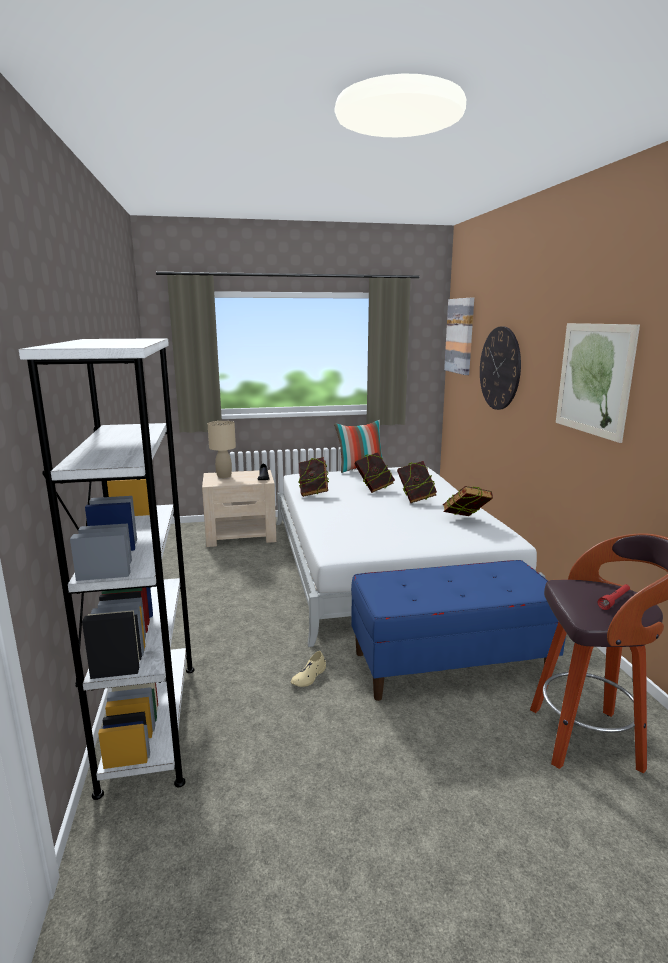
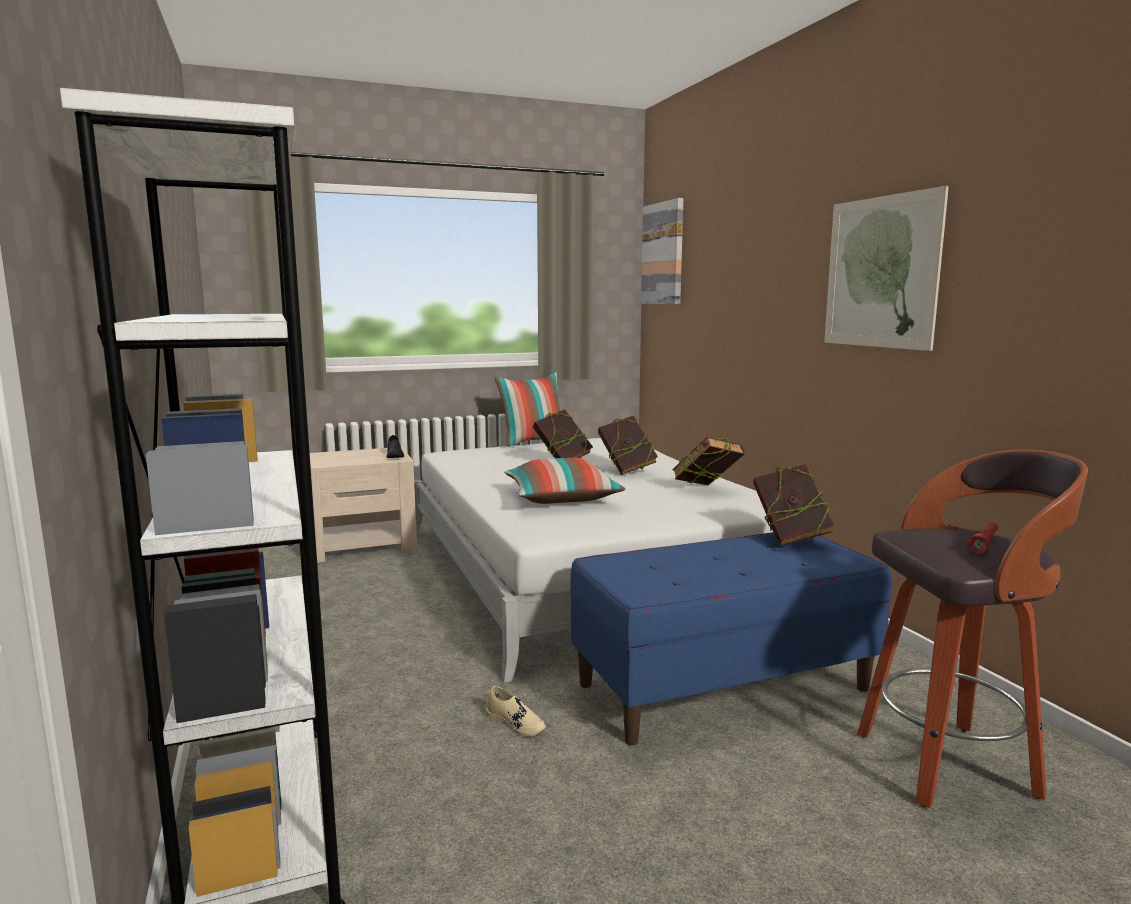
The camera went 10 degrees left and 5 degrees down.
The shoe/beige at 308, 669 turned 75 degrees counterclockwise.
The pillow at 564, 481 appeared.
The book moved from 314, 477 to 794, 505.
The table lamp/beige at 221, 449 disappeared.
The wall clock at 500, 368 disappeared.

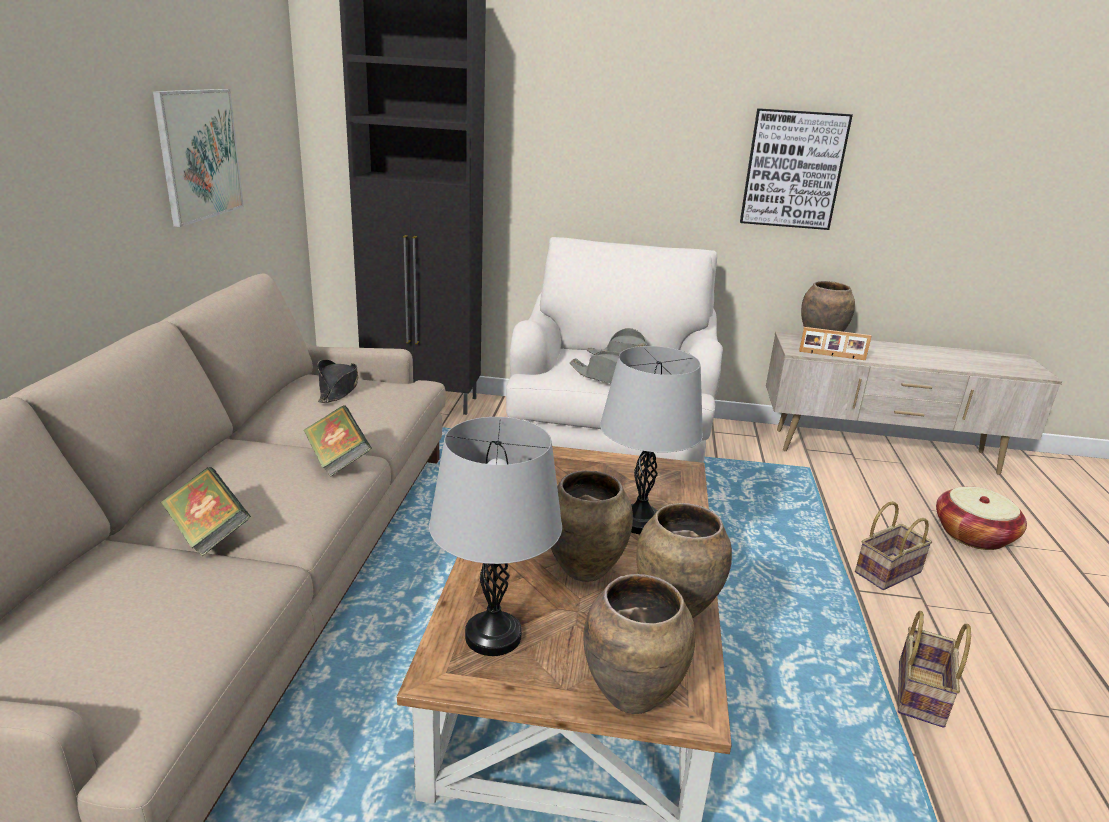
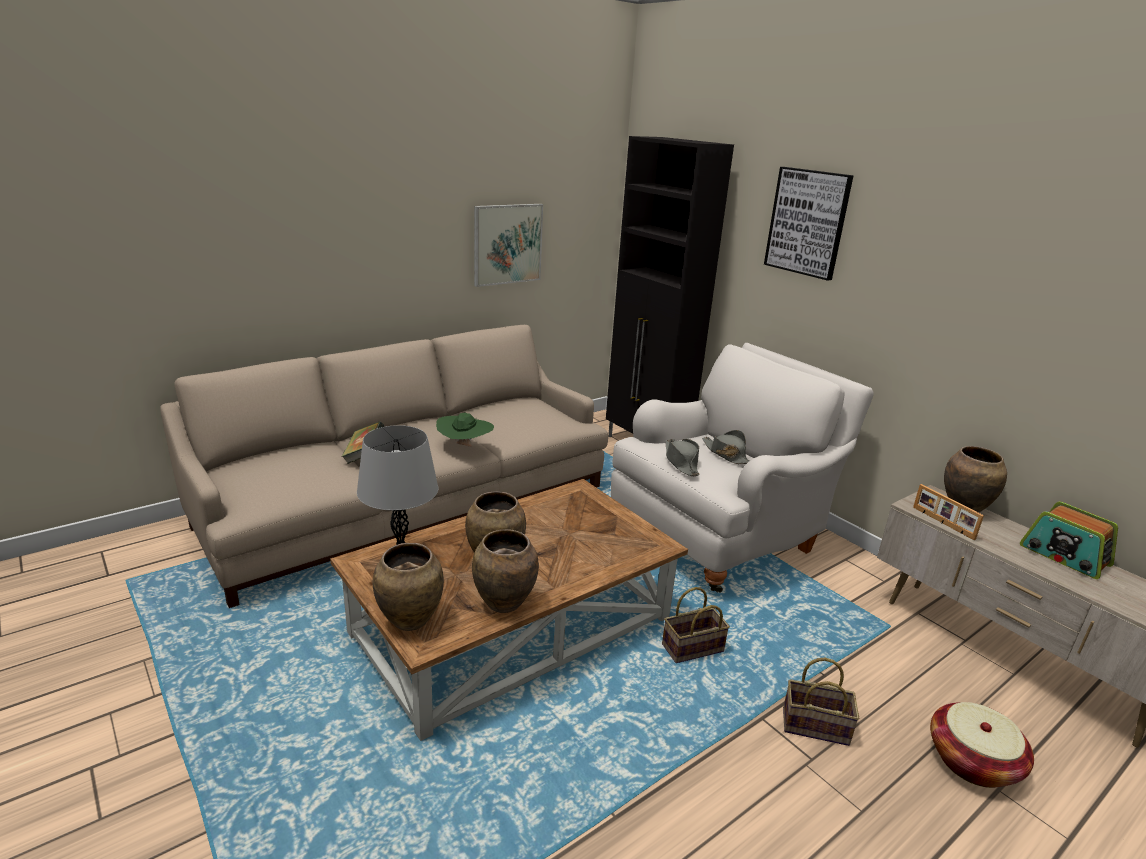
The camera went 45 degrees right and 0 degrees up.
The book at 337, 441 was replaced by the hat/green at 465, 429.
The basket moved from 934, 669 to 696, 625.
The picture moved from 796, 169 to 809, 224.
The radio at 1069, 540 appeared.
The hat/black at 337, 381 disappeared.
The table lamp/grey at 651, 440 disappeared.

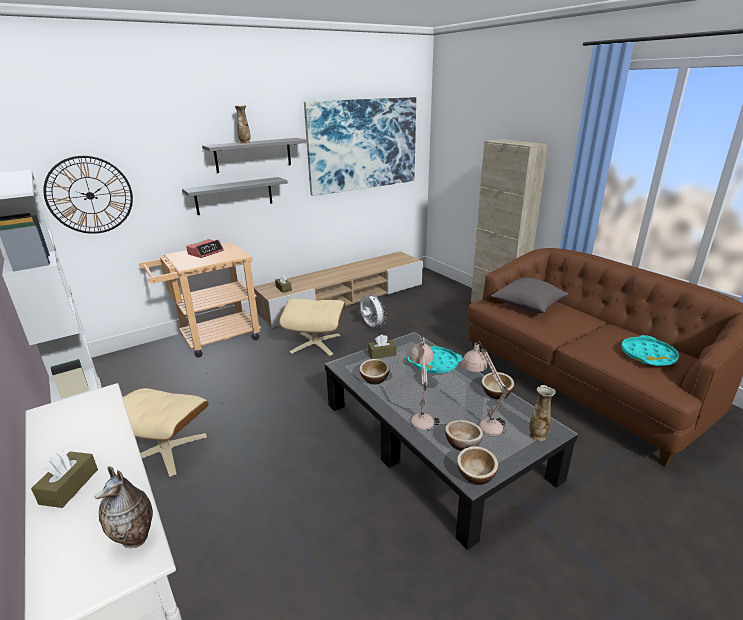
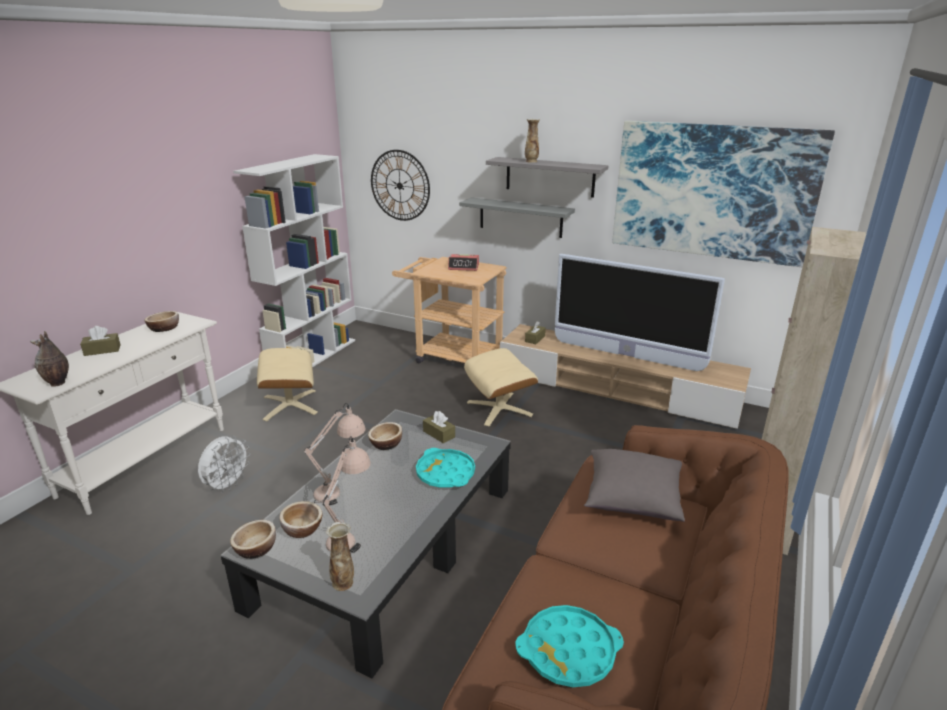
The camera went 60 degrees right and 0 degrees up.
The bowl moved from 497, 385 to 161, 321.
The fan/white moved from 373, 310 to 224, 464.
The television at 640, 312 appeared.

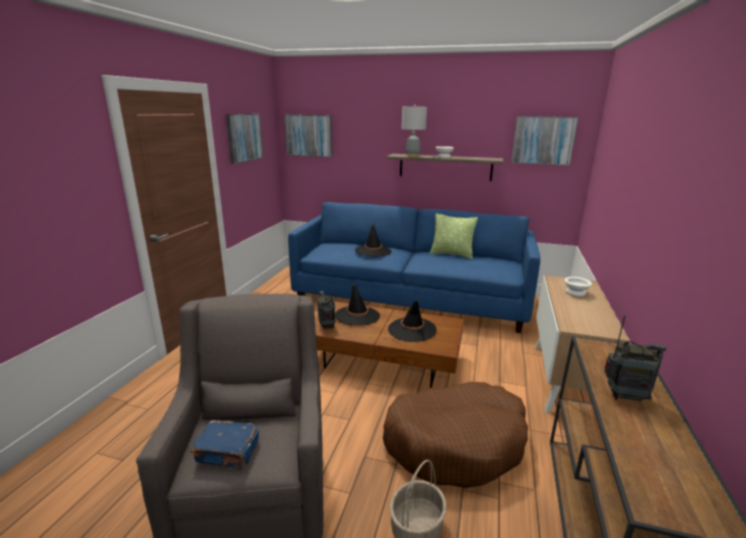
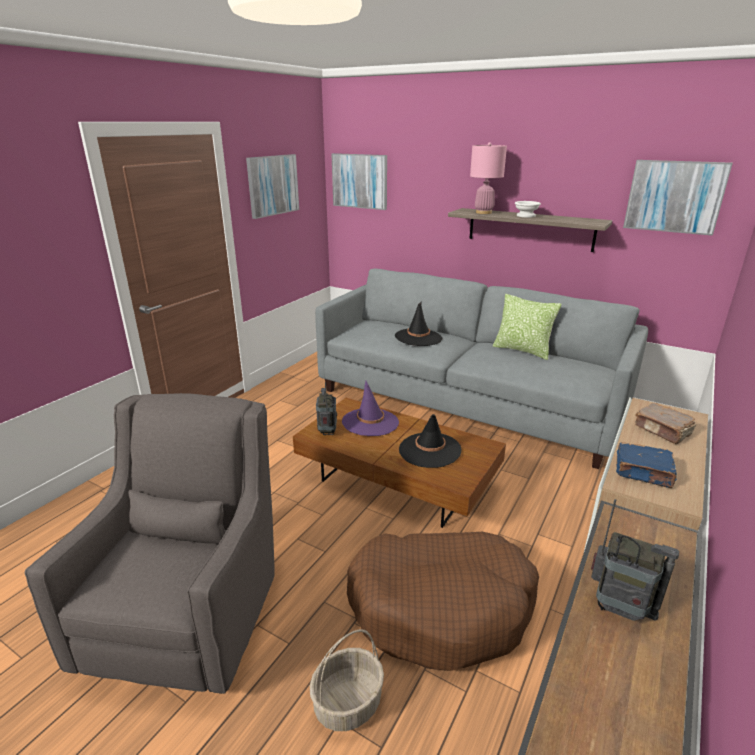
The camera went 15 degrees right and 5 degrees up.
The sofa/blue at 414, 267 became the sofa/grey at 481, 369.
The hat/black at 357, 304 became the hat/purple at 370, 408.
The table lamp/grey at 414, 130 became the table lamp/pink at 488, 178.
The book/blue moved from 224, 444 to 646, 465.
The bowl/white at 578, 287 was replaced by the book/brown at 665, 423.

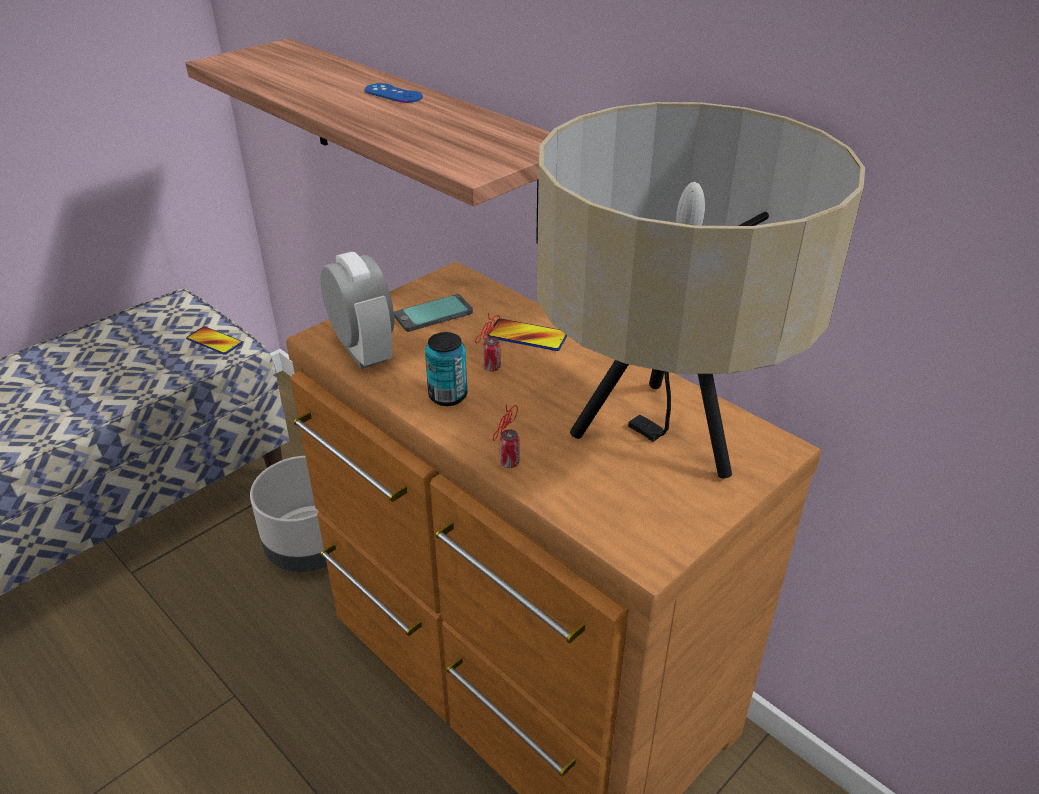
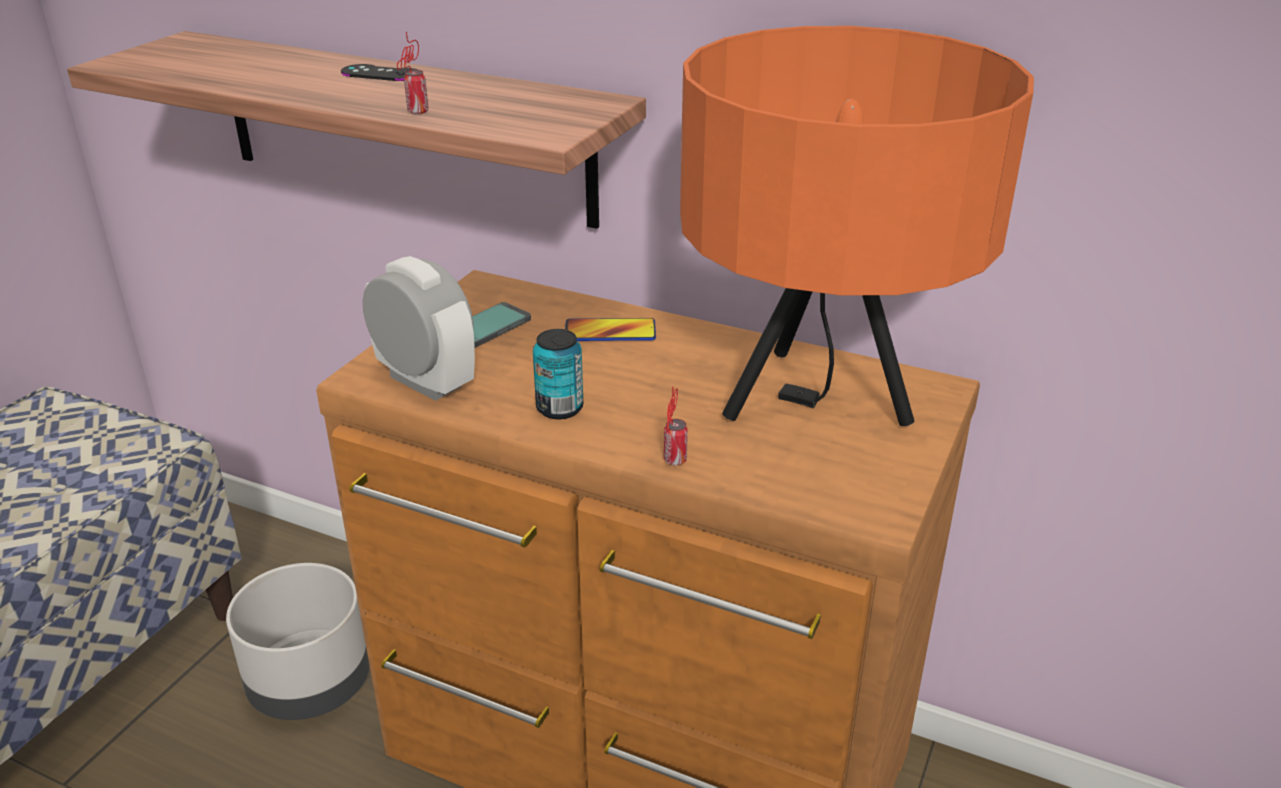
The camera went 20 degrees left and 5 degrees down.
The game controller/blue at 394, 93 became the game controller/black at 379, 72.
The can moved from 488, 342 to 413, 73.
The table lamp/beige at 701, 290 became the table lamp/orange at 857, 226.
The phone at 214, 341 disappeared.

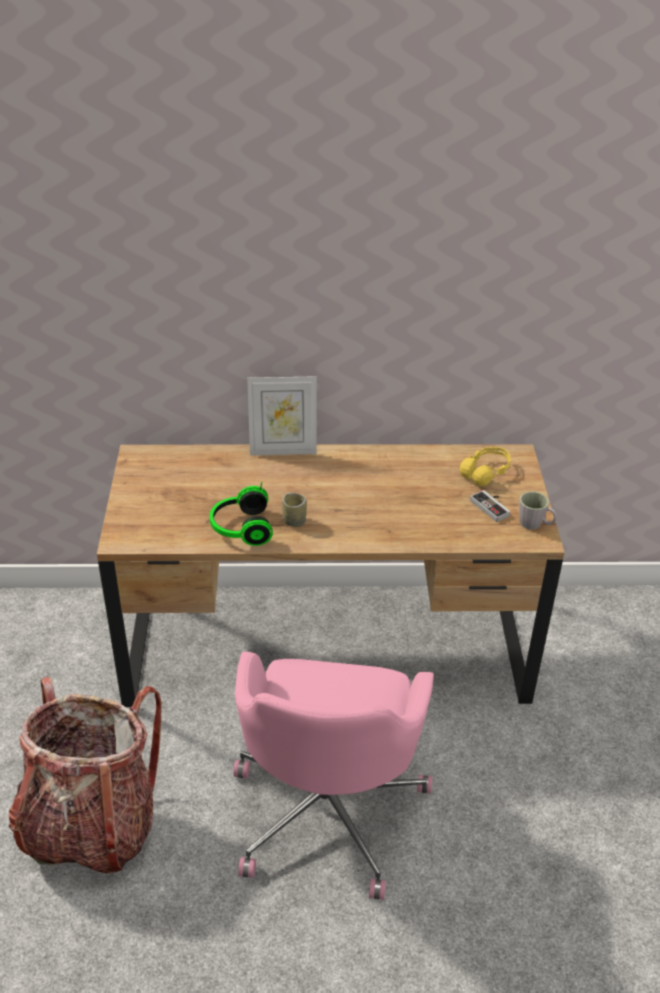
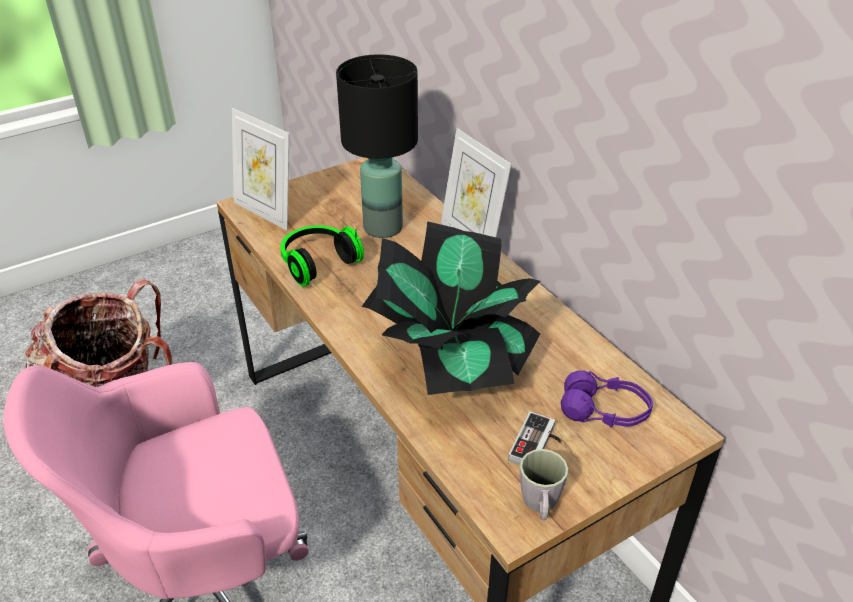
The camera went 60 degrees right and 0 degrees up.
The picture frame at 260, 169 appeared.
The table lamp/black at 377, 146 appeared.
The potted plant at 451, 308 appeared.
The headphones/yellow at 485, 466 became the headphones/purple at 607, 399.
The cup at 294, 510 disappeared.

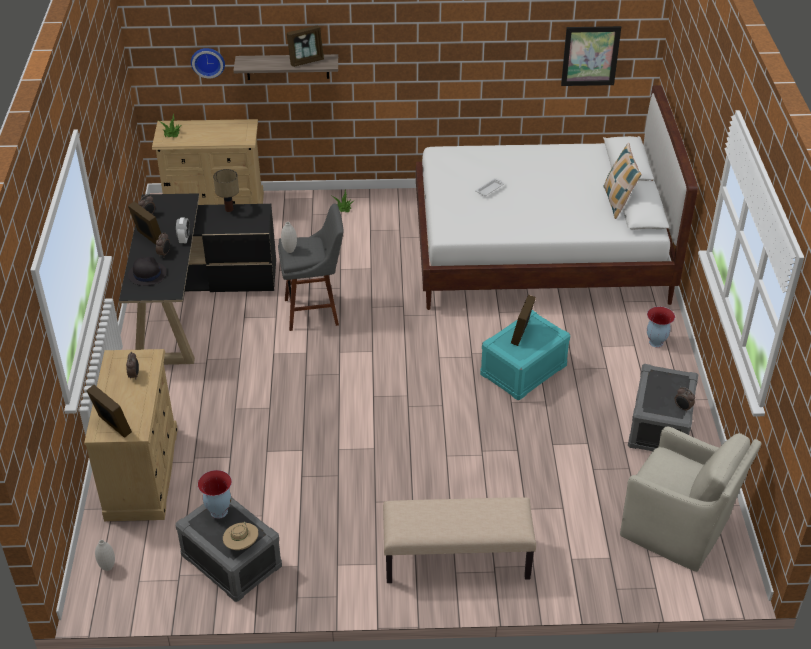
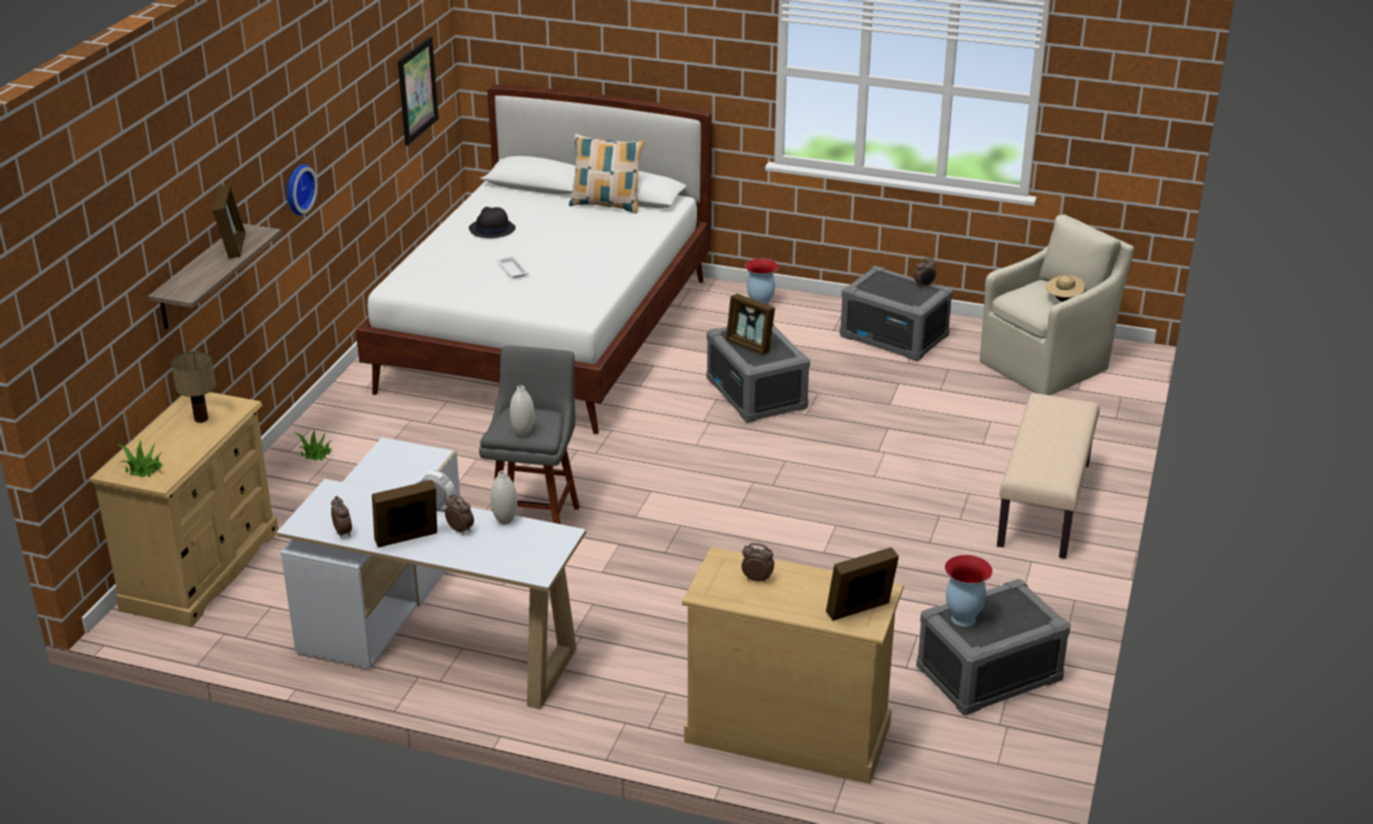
The camera went 70 degrees left and 10 degrees down.
The table lamp moved from 226, 190 to 193, 387.
The desk/black at 197, 279 became the desk/white at 431, 573.
The wall clock moved from 208, 63 to 302, 189.
The hat/black moved from 147, 271 to 492, 222.
The vase/white moved from 105, 555 to 503, 498.
The storage box/turquoise at 525, 355 became the storage box/grey at 758, 373.
The hat/beige moved from 241, 535 to 1065, 288.

